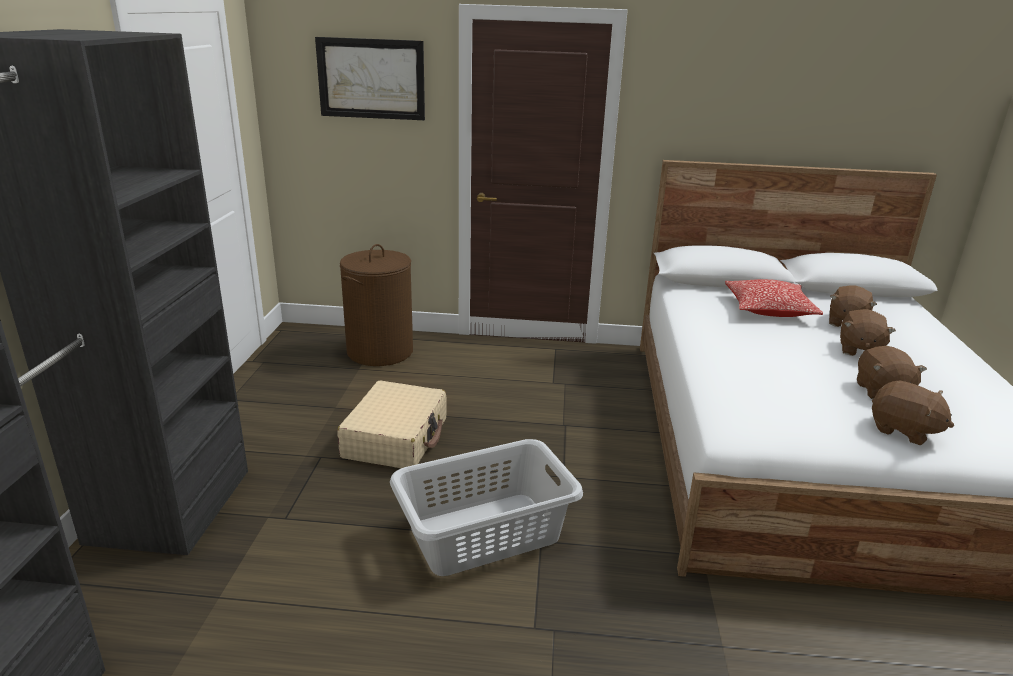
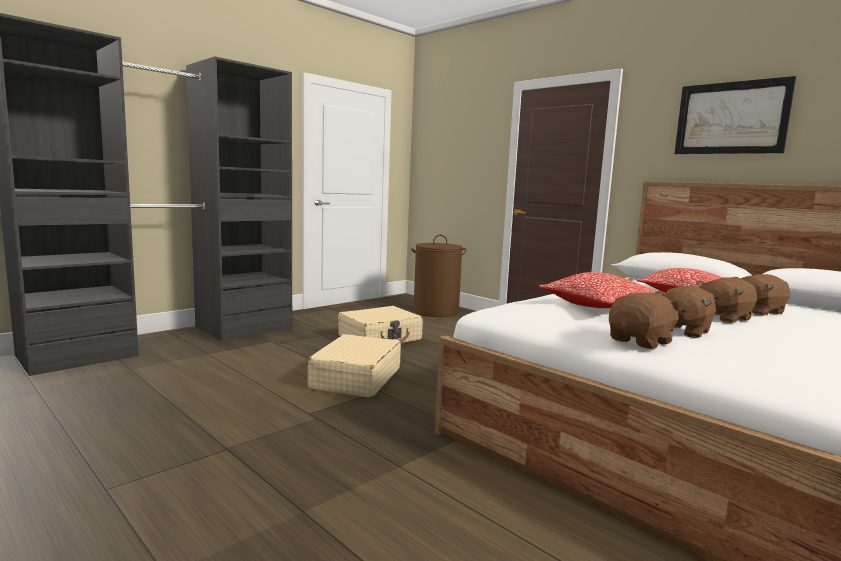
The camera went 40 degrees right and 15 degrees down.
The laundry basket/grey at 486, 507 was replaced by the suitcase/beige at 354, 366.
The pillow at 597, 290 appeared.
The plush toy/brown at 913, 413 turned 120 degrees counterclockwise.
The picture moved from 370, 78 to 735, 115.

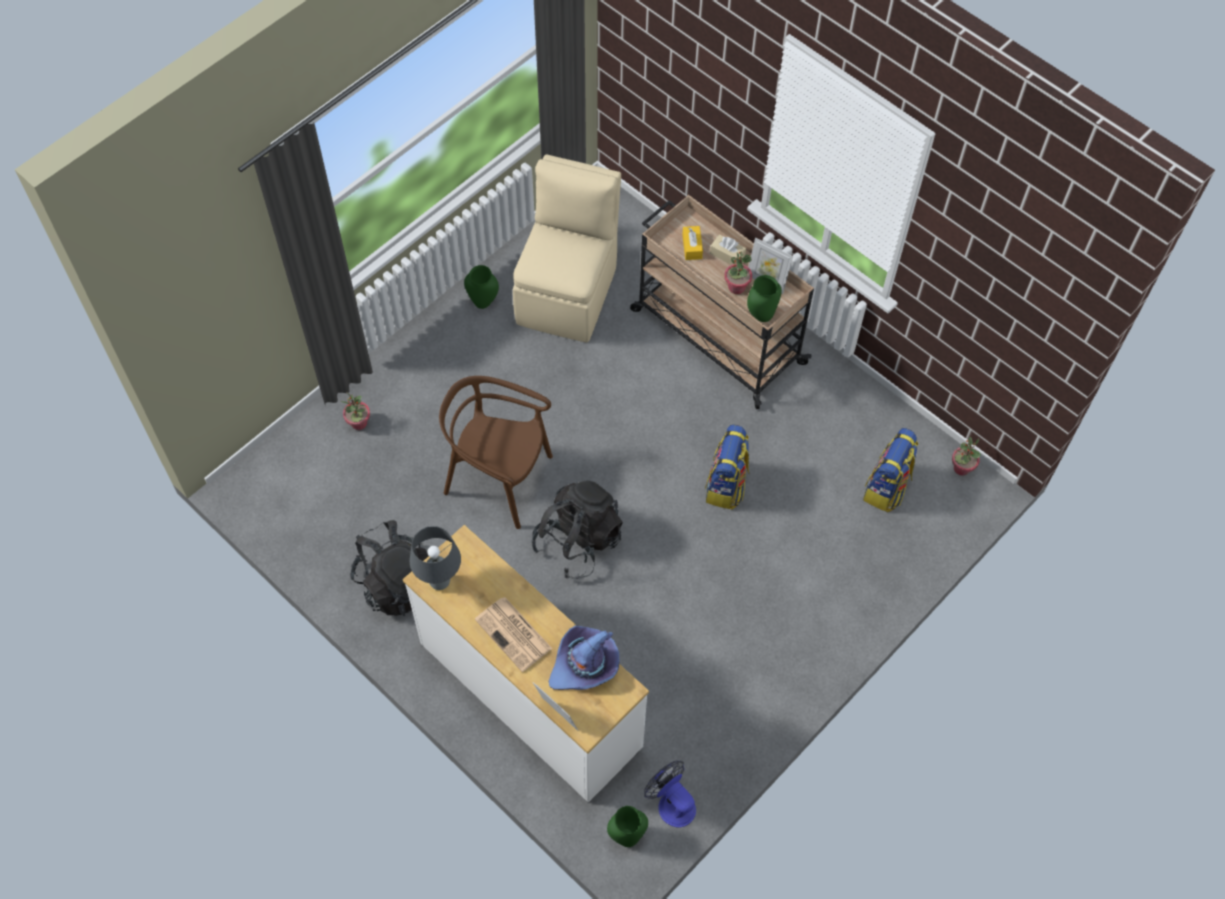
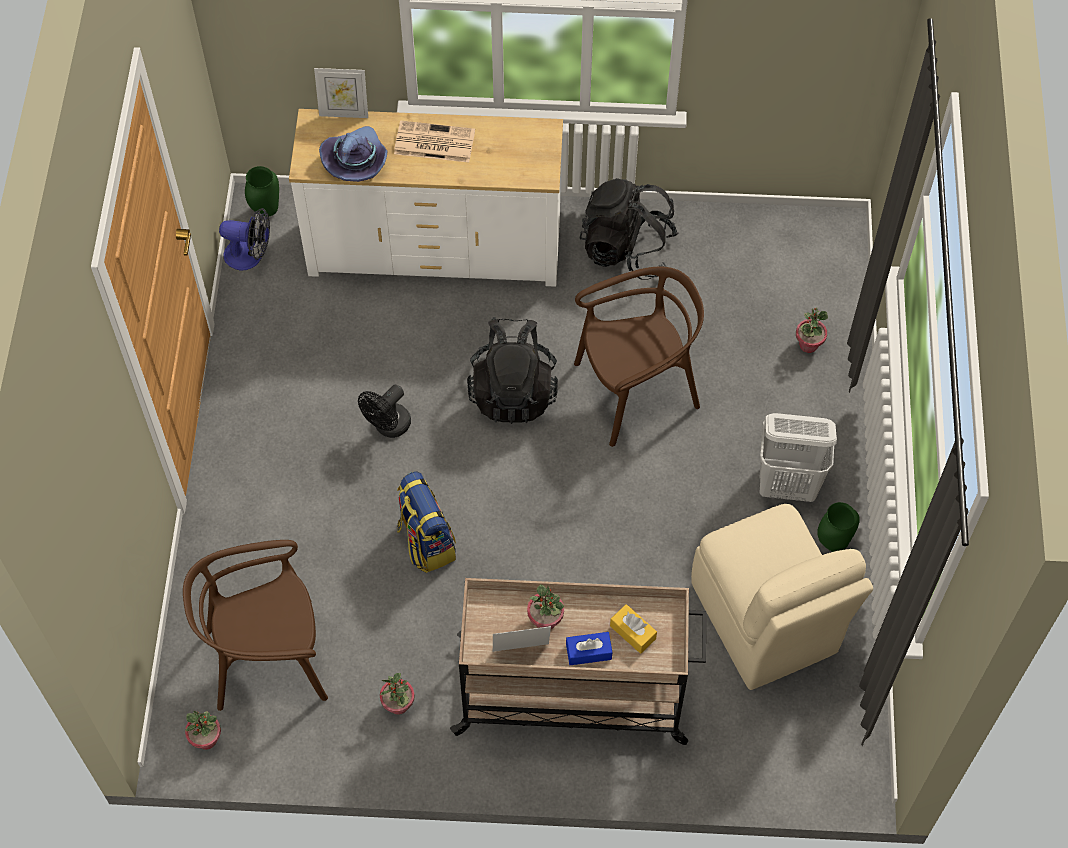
The camera went 140 degrees right and 0 degrees up.
The backpack at 890, 470 was replaced by the chair/brown at 255, 625.
The fan/black at 384, 411 appeared.
The potted plant at 397, 694 appeared.
The tissue box/beige at 728, 249 became the tissue box/blue at 589, 648.
The laundry basket/white at 798, 457 appeared.
The table lamp/grey at 435, 558 disappeared.
The vase/green at 764, 298 disappeared.

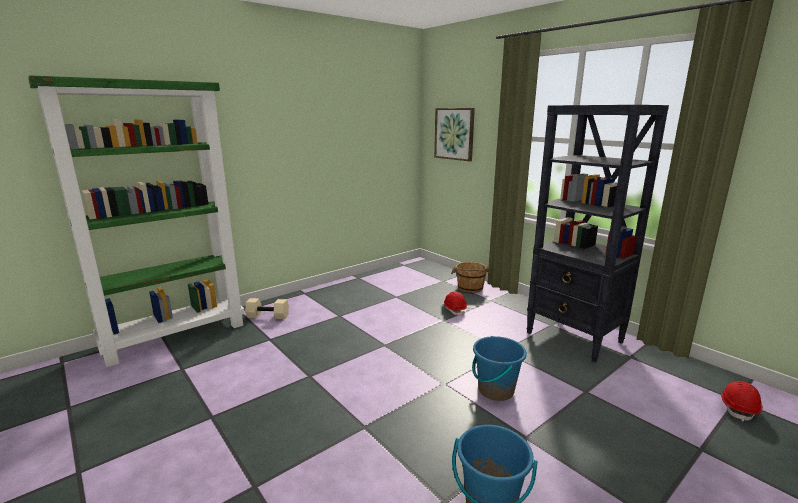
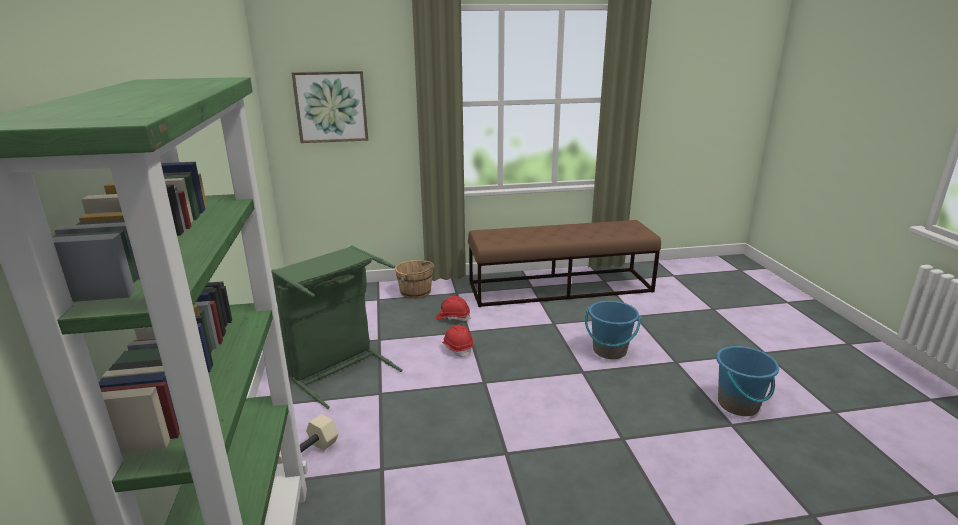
The camera went 60 degrees left and 5 degrees up.
The laundry basket/green at 336, 327 appeared.
The hard hat/red moved from 742, 401 to 458, 341.
The bookcase/black at 597, 234 was replaced by the bench/brown at 564, 263.

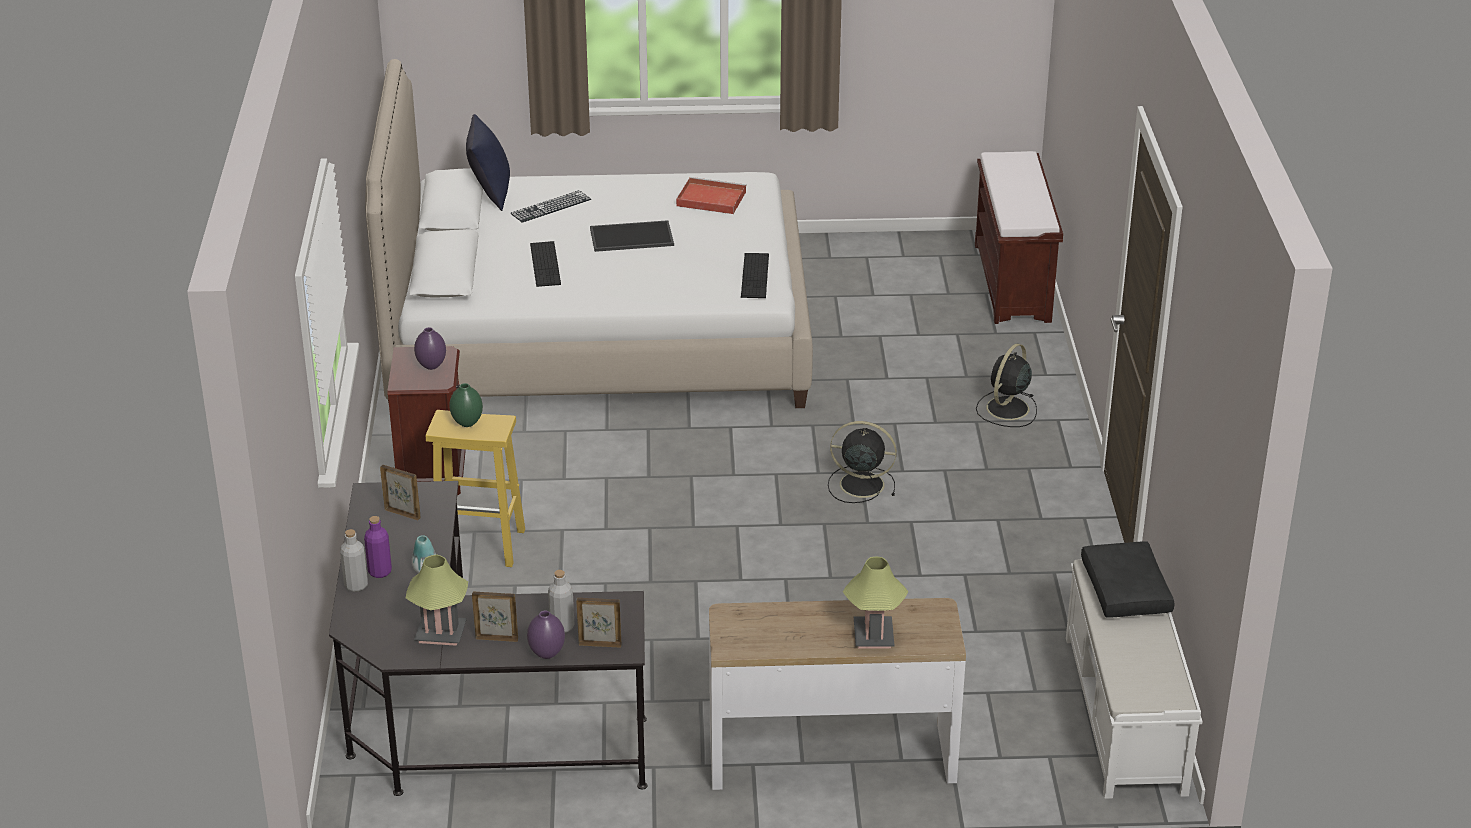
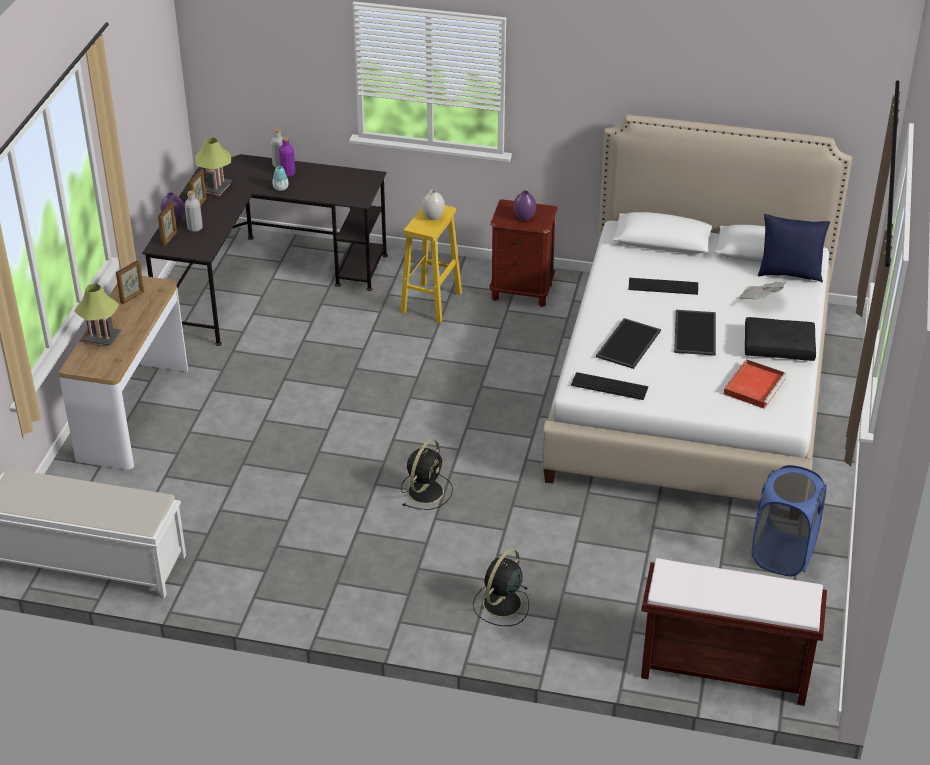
The camera went 105 degrees right and 5 degrees up.
The picture frame moved from 400, 492 to 130, 282.
The vase/green at 466, 405 became the vase/white at 433, 205.
The fan/black at 1006, 385 turned 105 degrees counterclockwise.
The tray at 628, 343 appeared.
The keyboard at 550, 206 was replaced by the newspaper at 762, 290.
The pillow/black moved from 1128, 579 to 780, 339.
The laundry basket/blue at 789, 521 appeared.

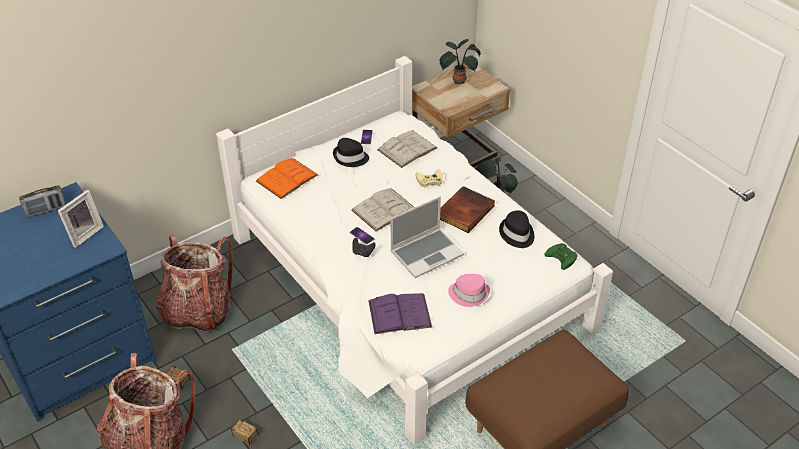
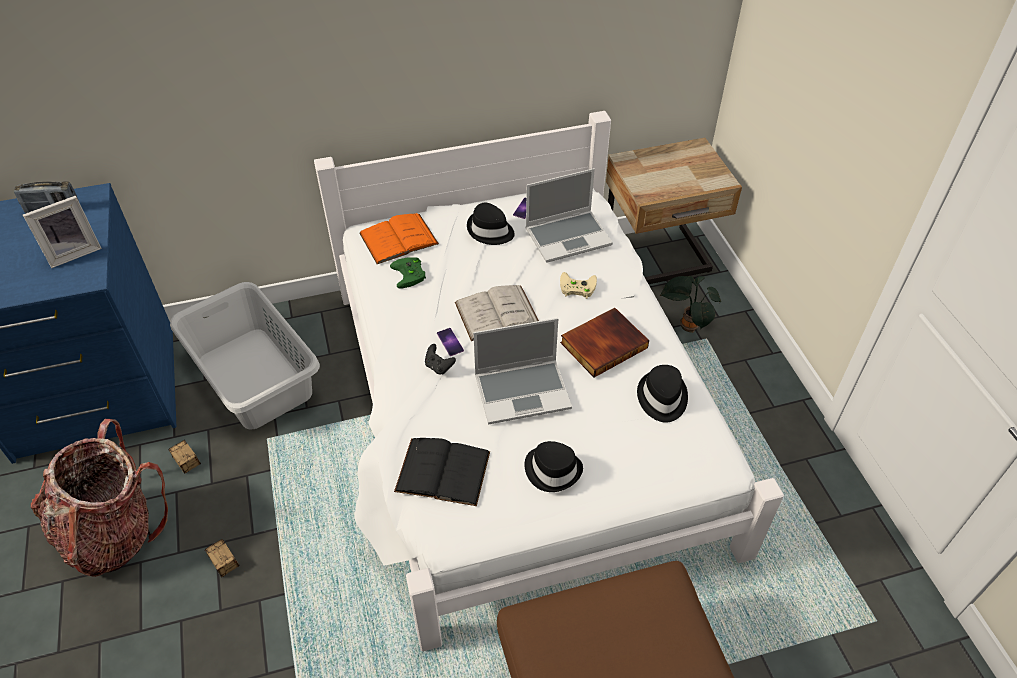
The camera went 20 degrees right and 5 degrees up.
The backpack at 195, 283 was replaced by the laundry basket/grey at 245, 356.
The game controller/green moved from 561, 256 to 408, 273.
The book/purple at 400, 313 became the book/black at 442, 472.
The hat/pink at 469, 290 became the hat/black at 553, 466.
The book/white at 407, 149 was replaced by the laptop at 569, 215.
The potted plant at 460, 61 disappeared.

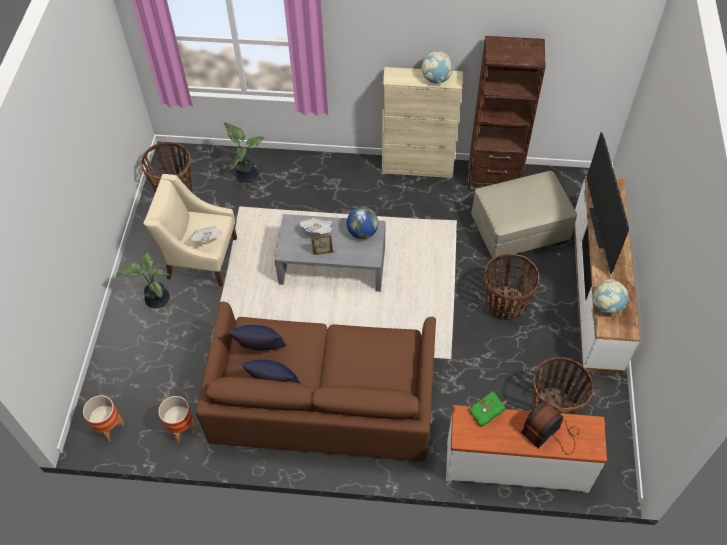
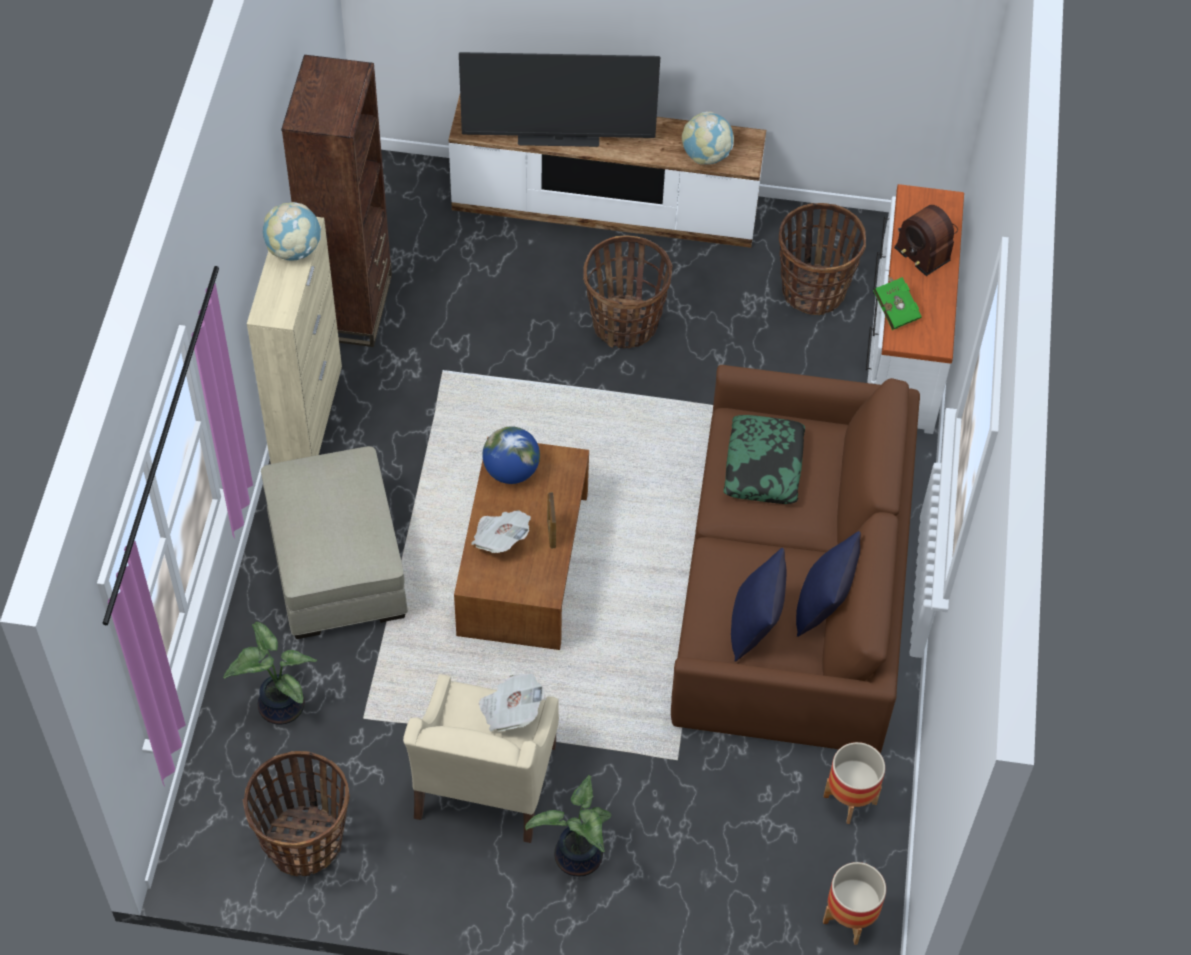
The camera went 90 degrees left and 0 degrees up.
The ottoman/beige moved from 524, 216 to 334, 542.
The coffee table/grey at 330, 253 became the coffee table/brown at 521, 543.
The pillow at 764, 459 appeared.

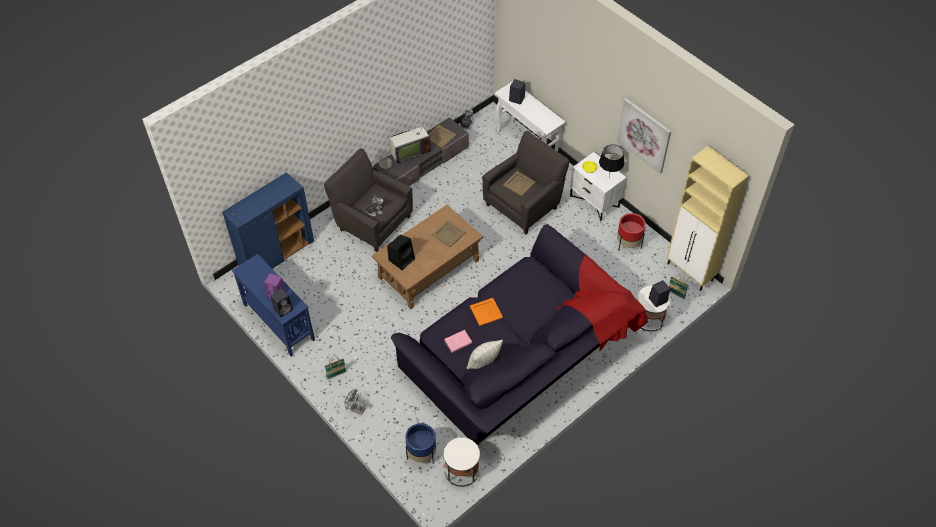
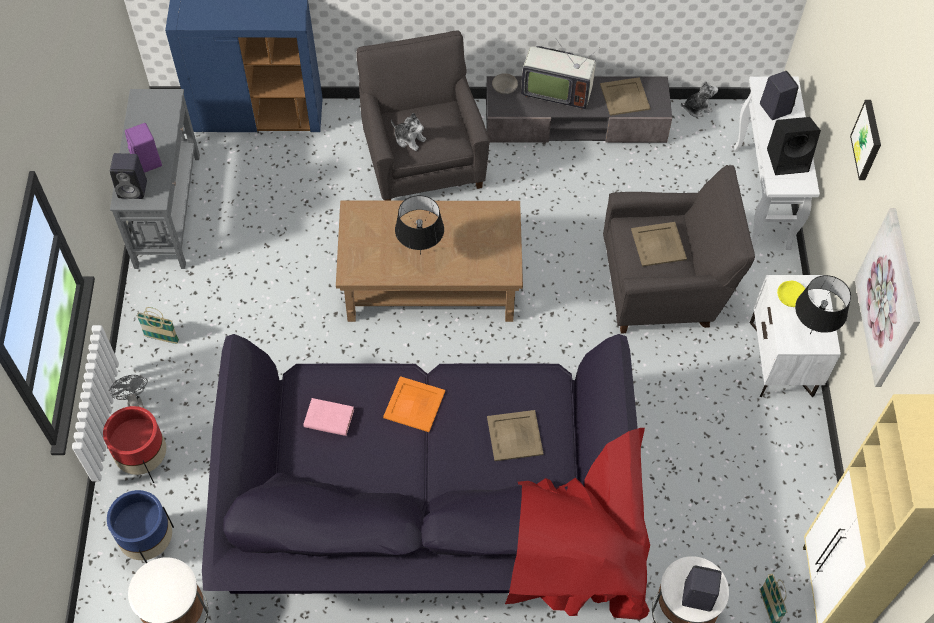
The camera went 40 degrees right and 5 degrees up.
The planter/red moved from 631, 232 to 134, 444.
The console table/blue at 273, 305 became the console table/grey at 155, 179.
The table lamp/black at 419, 225 appeared.
The tray/beige moved from 449, 233 to 515, 435.
The speaker/black moved from 401, 252 to 794, 146.
The picture at 865, 140 appeared.
The pillow at 484, 354 disappeared.

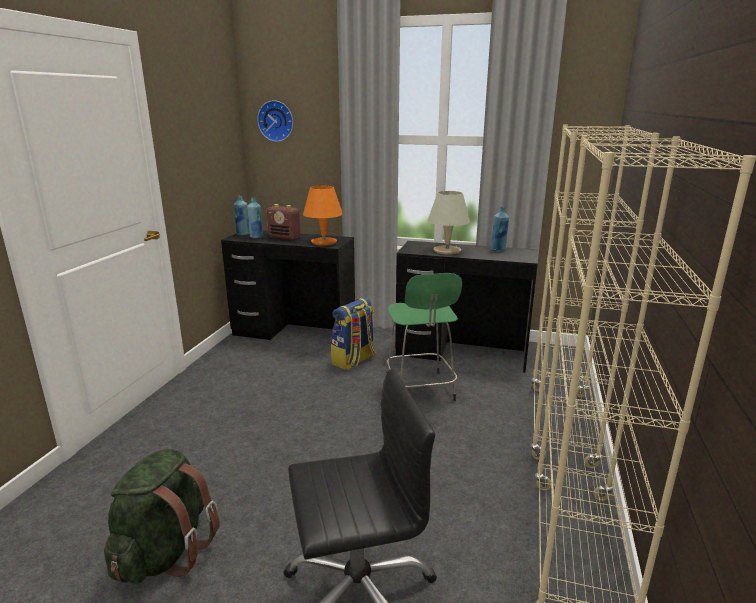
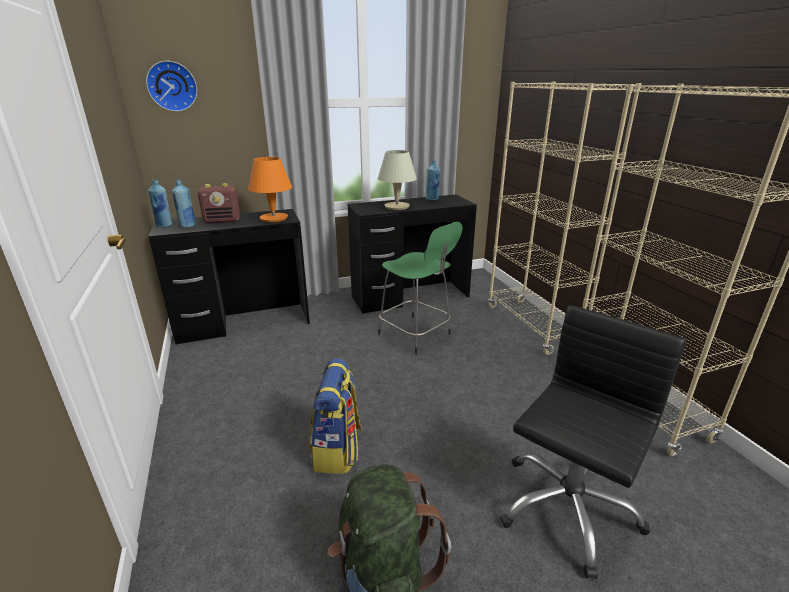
The camera went 35 degrees left and 5 degrees up.
The backpack moved from 353, 333 to 336, 416.

